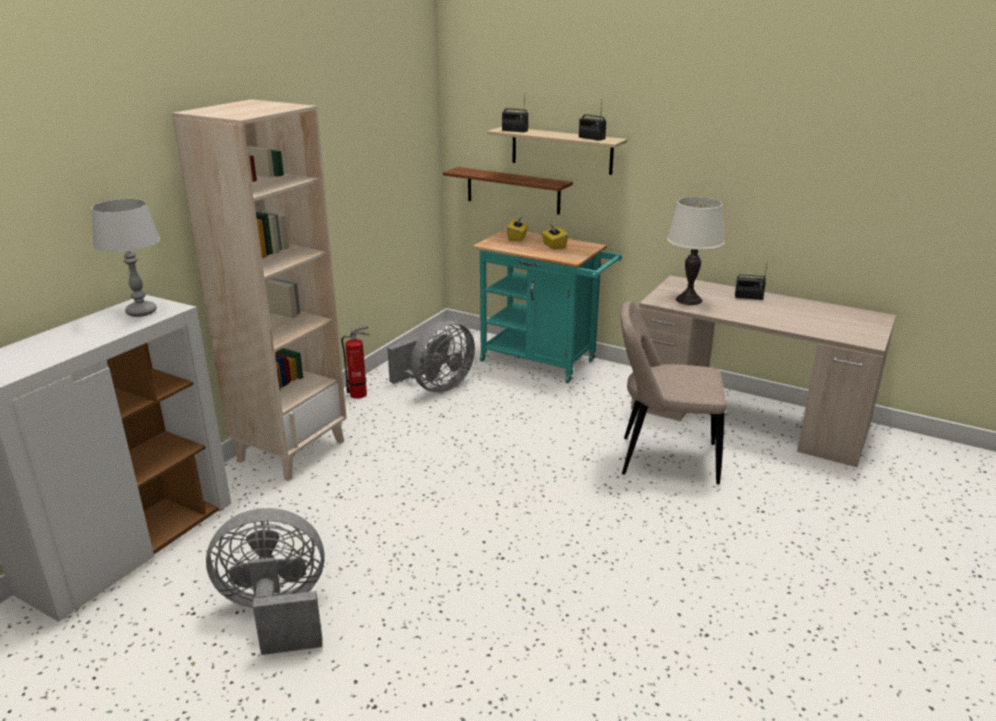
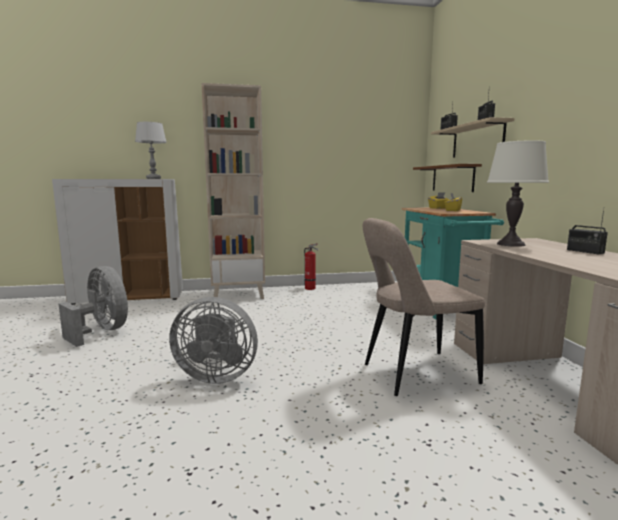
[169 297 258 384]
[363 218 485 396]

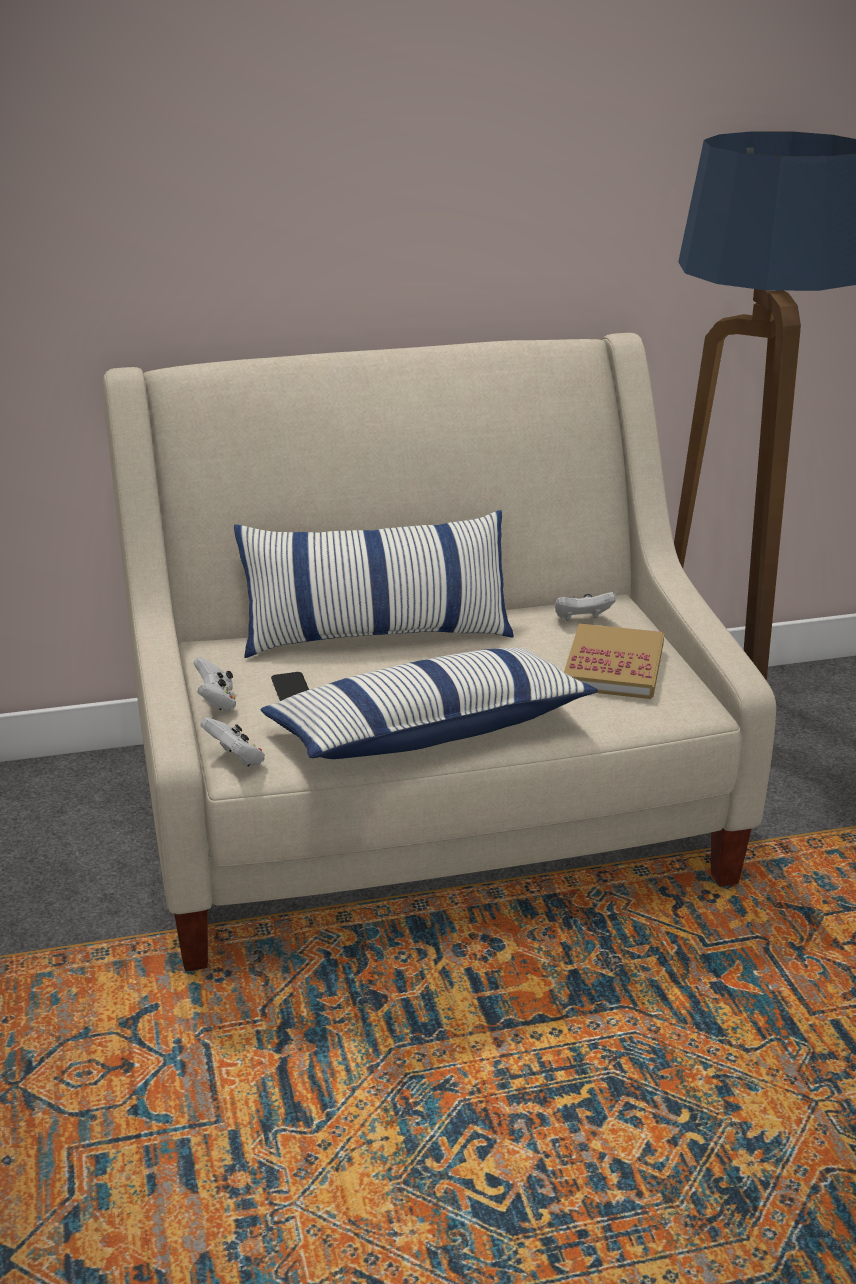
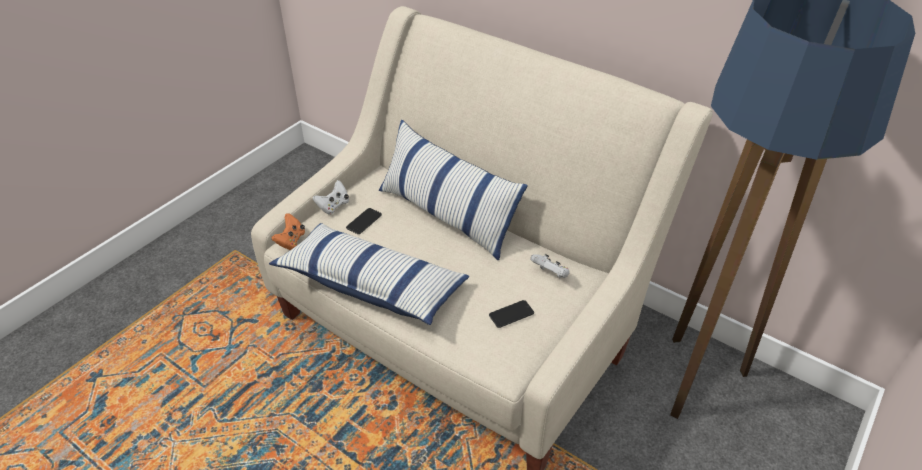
[271 213 305 250]
[489 300 534 328]

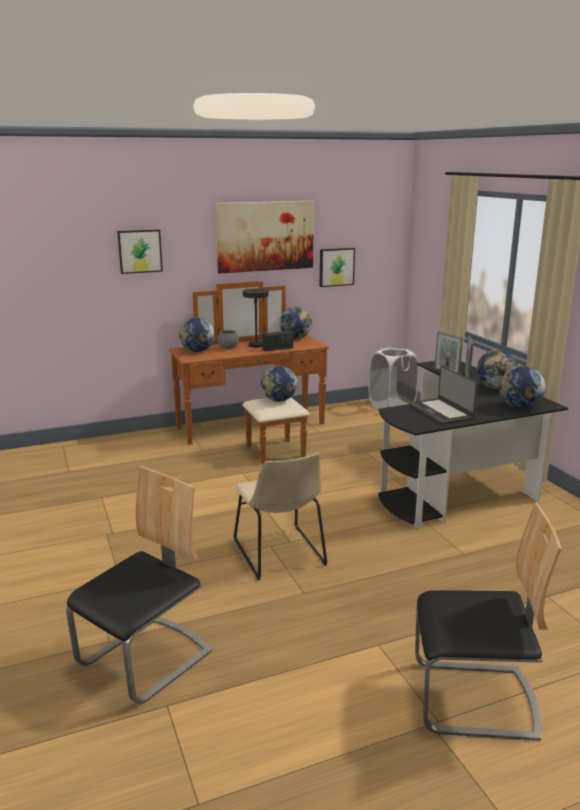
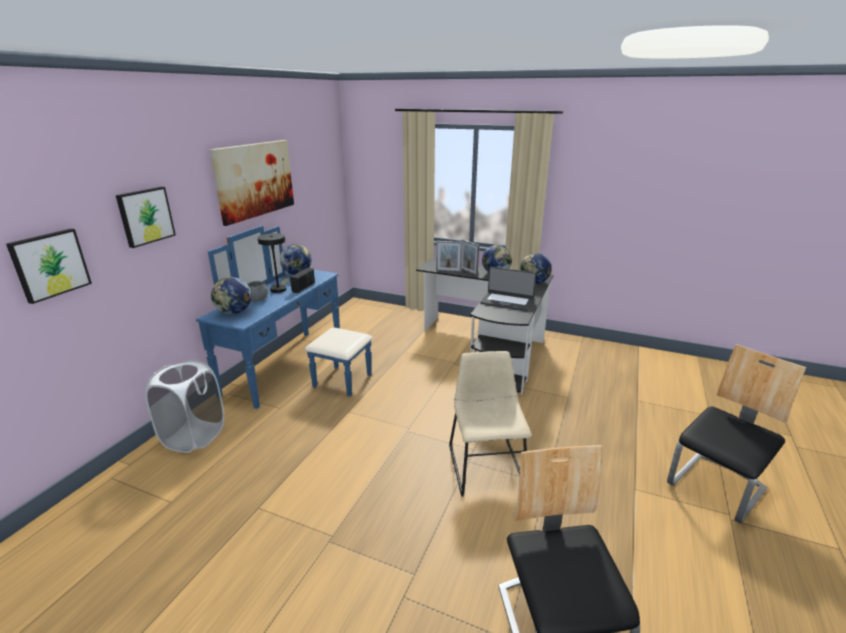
[196 225 373 409]
[449 351 532 497]
[261 366 297 402] (first image)
[6 229 92 304]
[145 360 224 453]

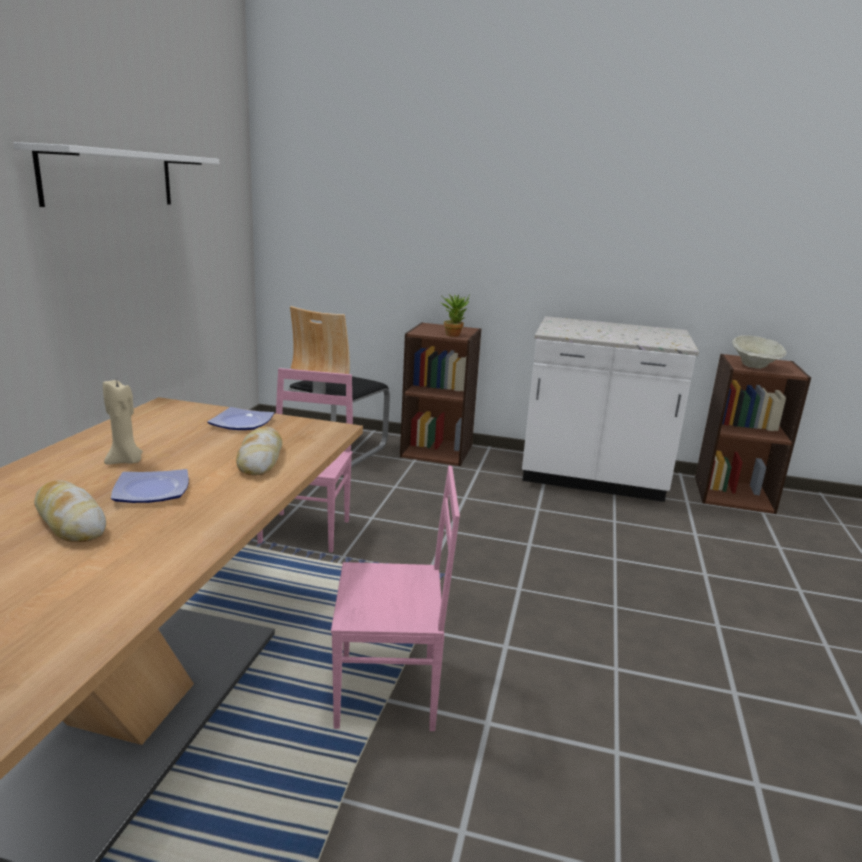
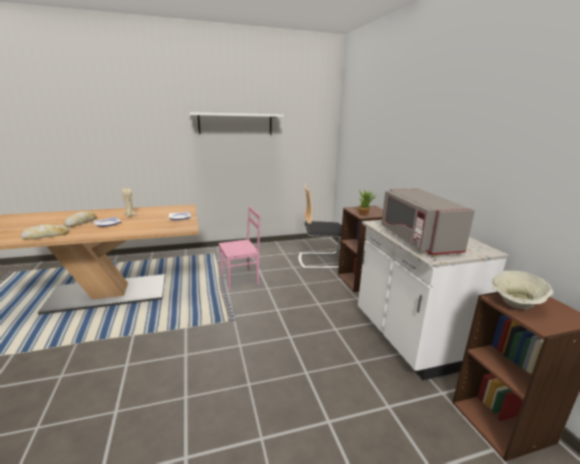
[21 224 69 240]
[331 466 460 731] (first image)
[381 188 475 255]

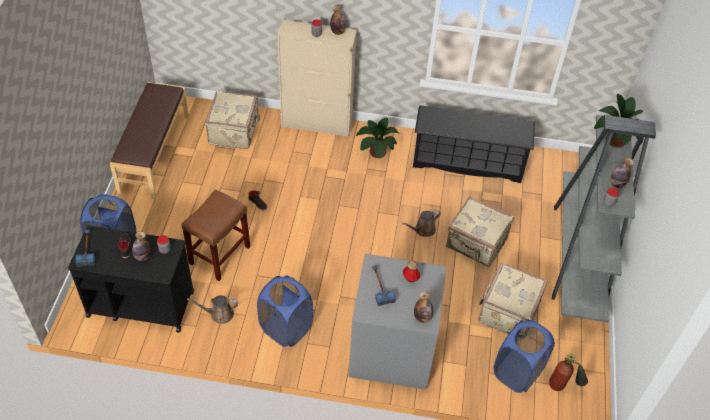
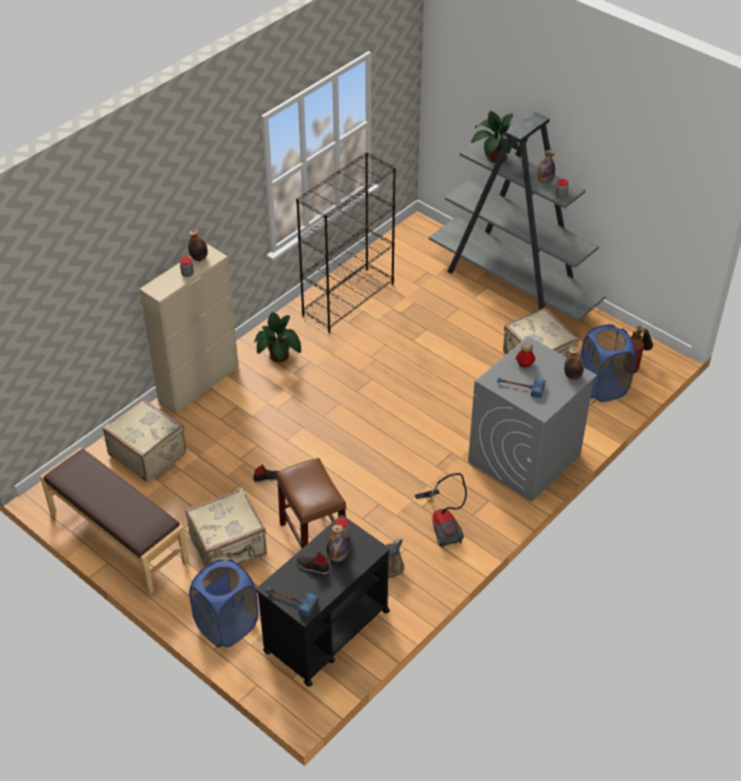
[414 473 467 548]
[402 210 441 237] (first image)
[296 152 396 333]
[185 488 267 567]

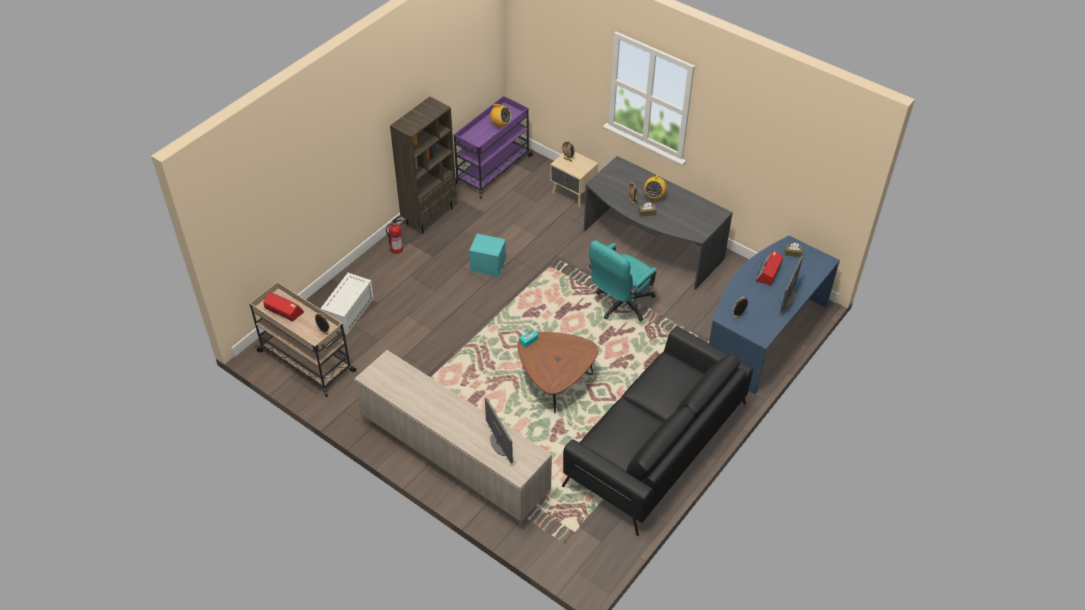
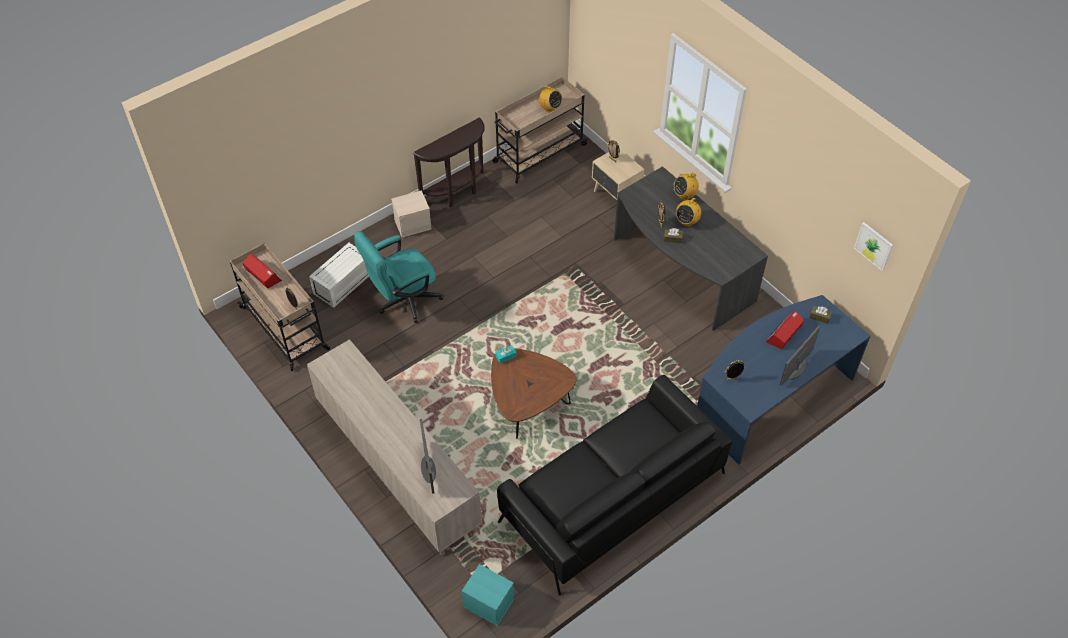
[391 190 432 238]
[413 117 485 207]
[492 76 588 183]
[462 564 514 626]
[354 231 444 323]
[673 170 699 200]
[854 222 893 271]

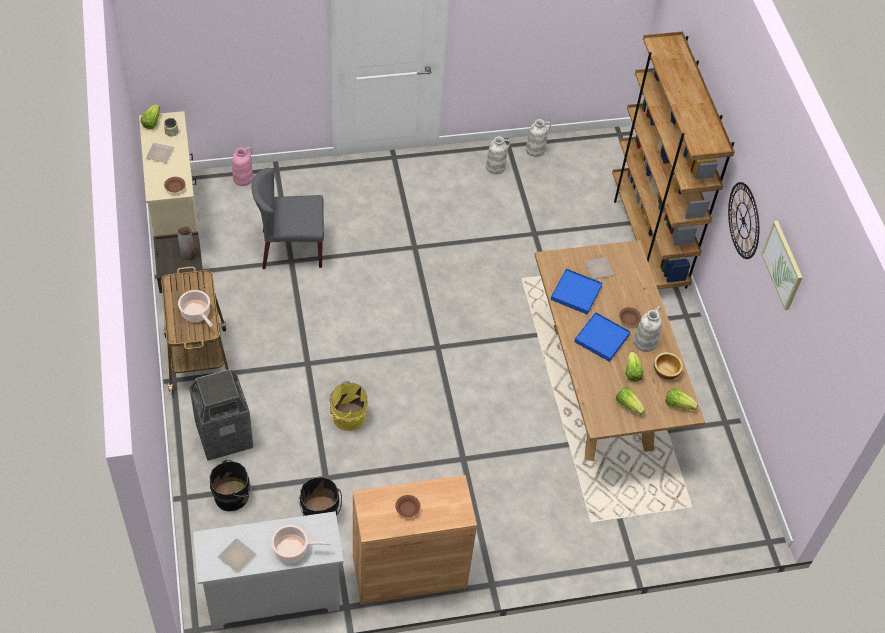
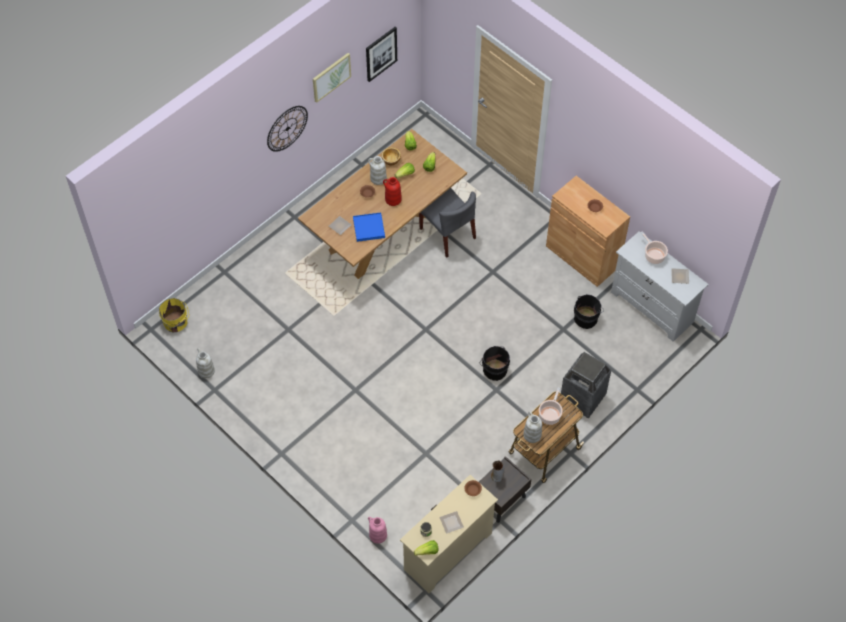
[480 346 510 381]
[419 188 476 257]
[159 298 189 333]
[523 411 542 443]
[383 177 402 206]
[612 31 735 289] (first image)
[366 27 397 82]

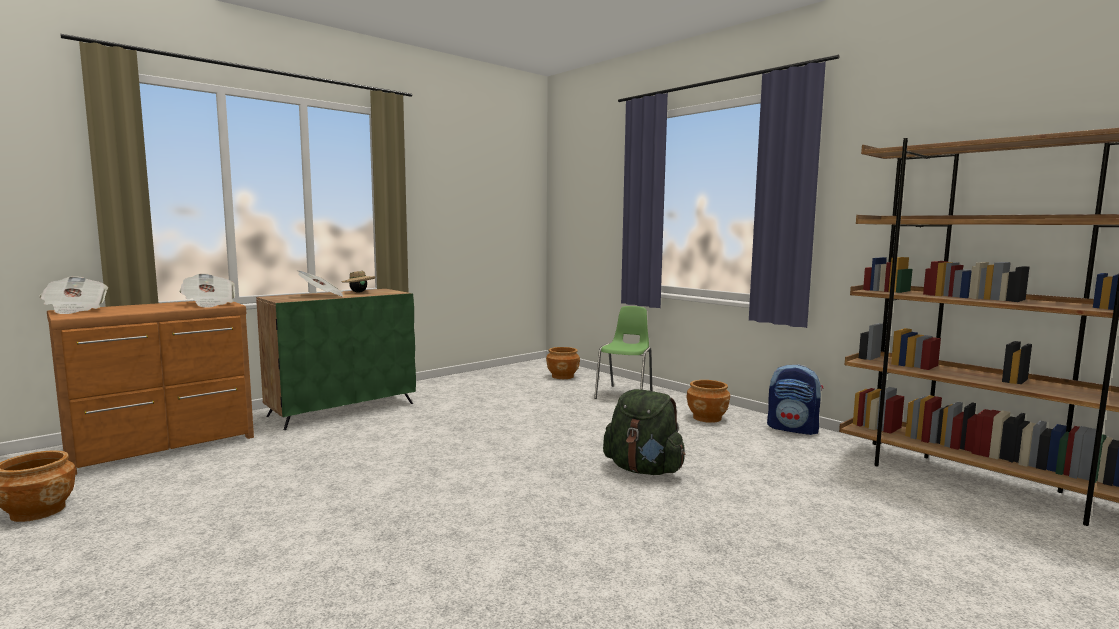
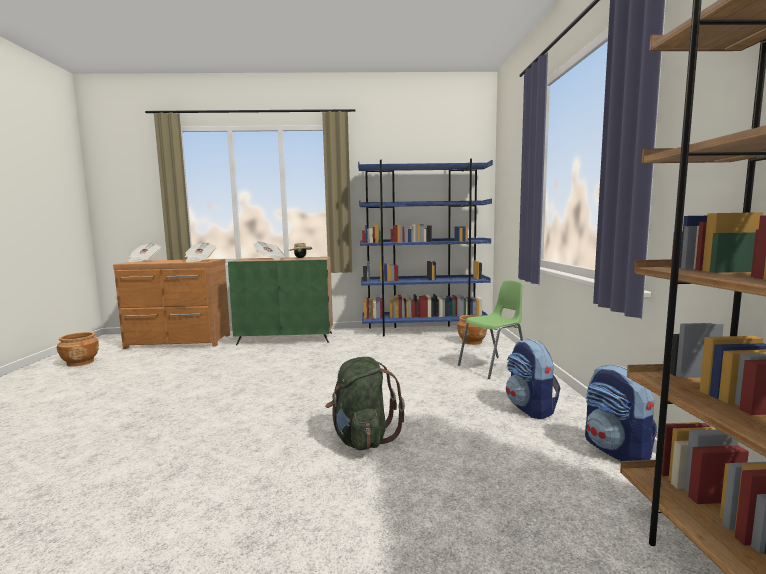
[506 339 560 419]
[358 159 493 336]

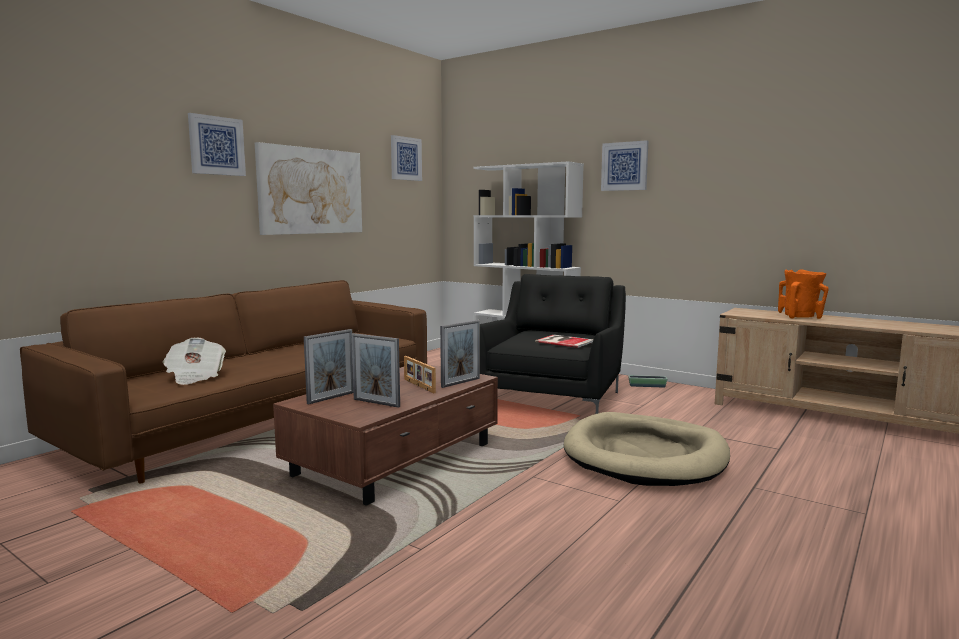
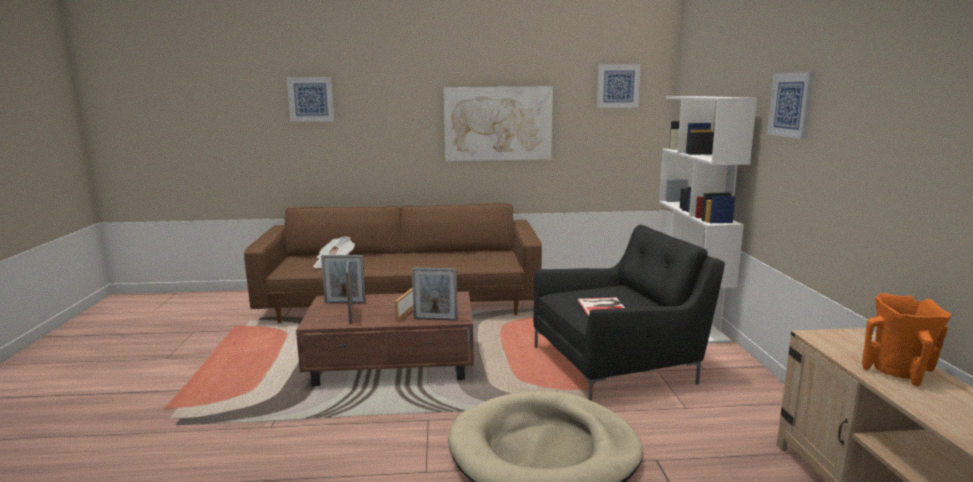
[287 77 334 122]
[628 375 667 387] (first image)

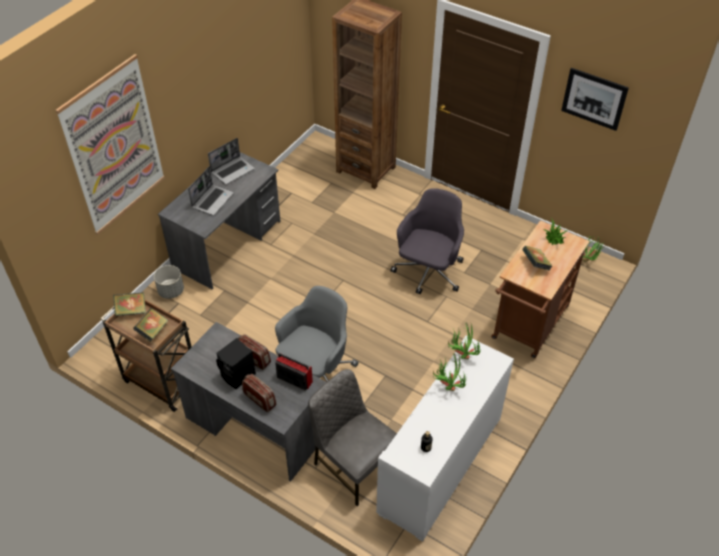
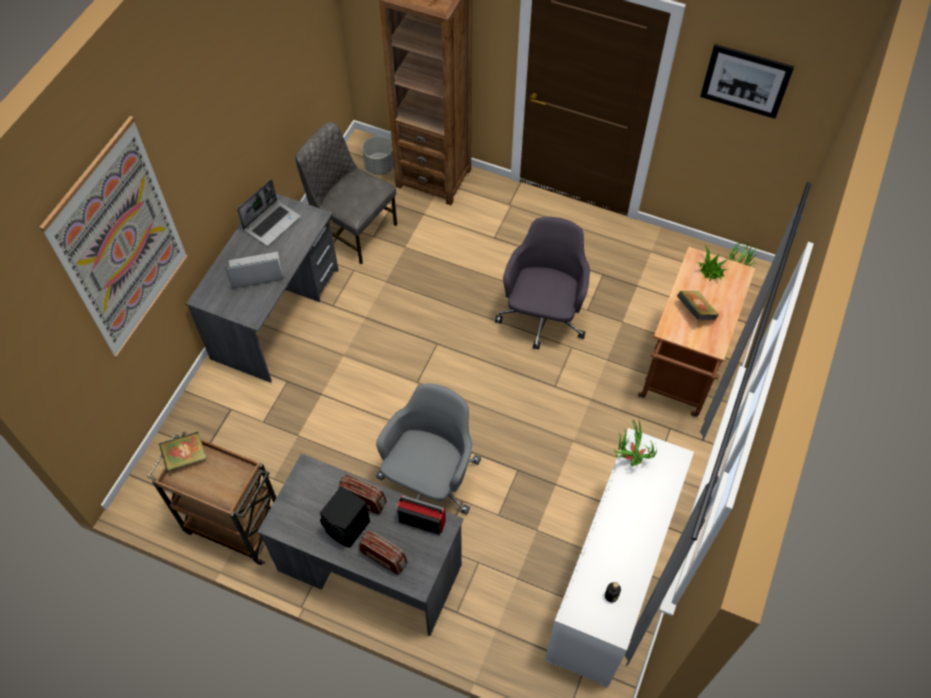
[133 308 168 342] (first image)
[362 136 394 175]
[226 252 283 288]
[295 122 397 265]
[433 353 467 391] (first image)

